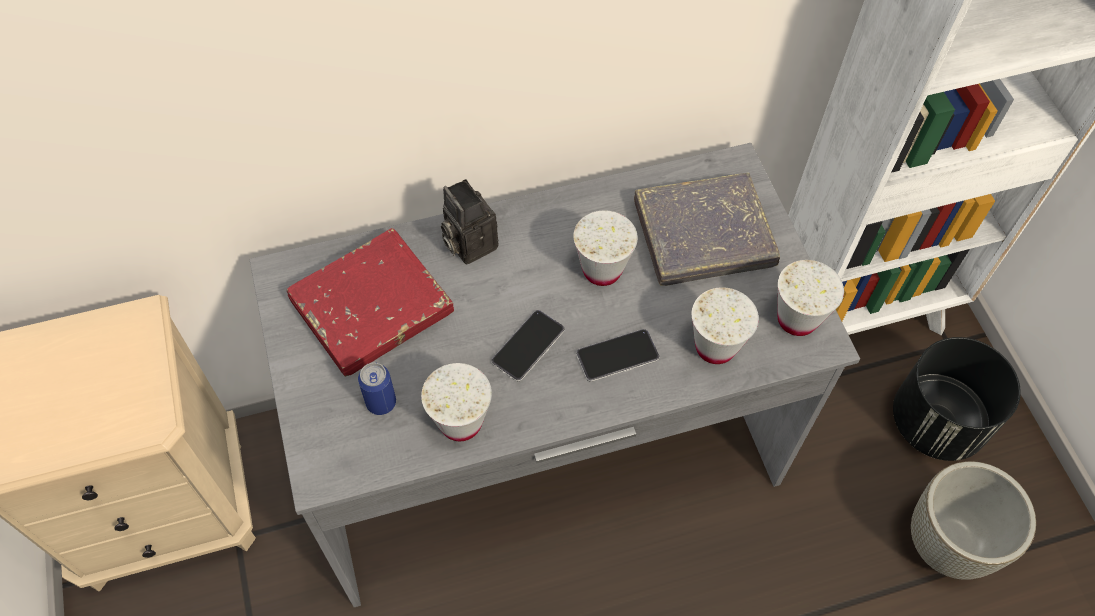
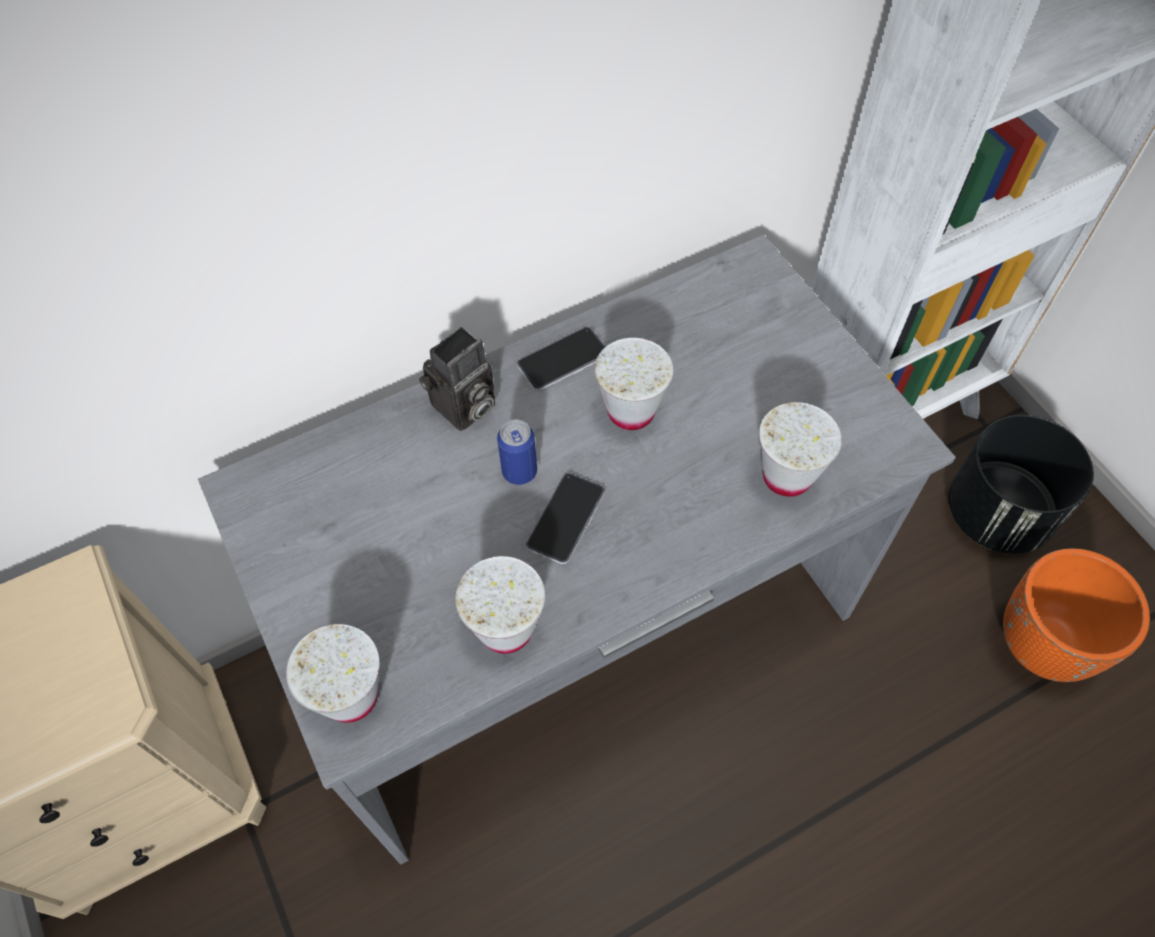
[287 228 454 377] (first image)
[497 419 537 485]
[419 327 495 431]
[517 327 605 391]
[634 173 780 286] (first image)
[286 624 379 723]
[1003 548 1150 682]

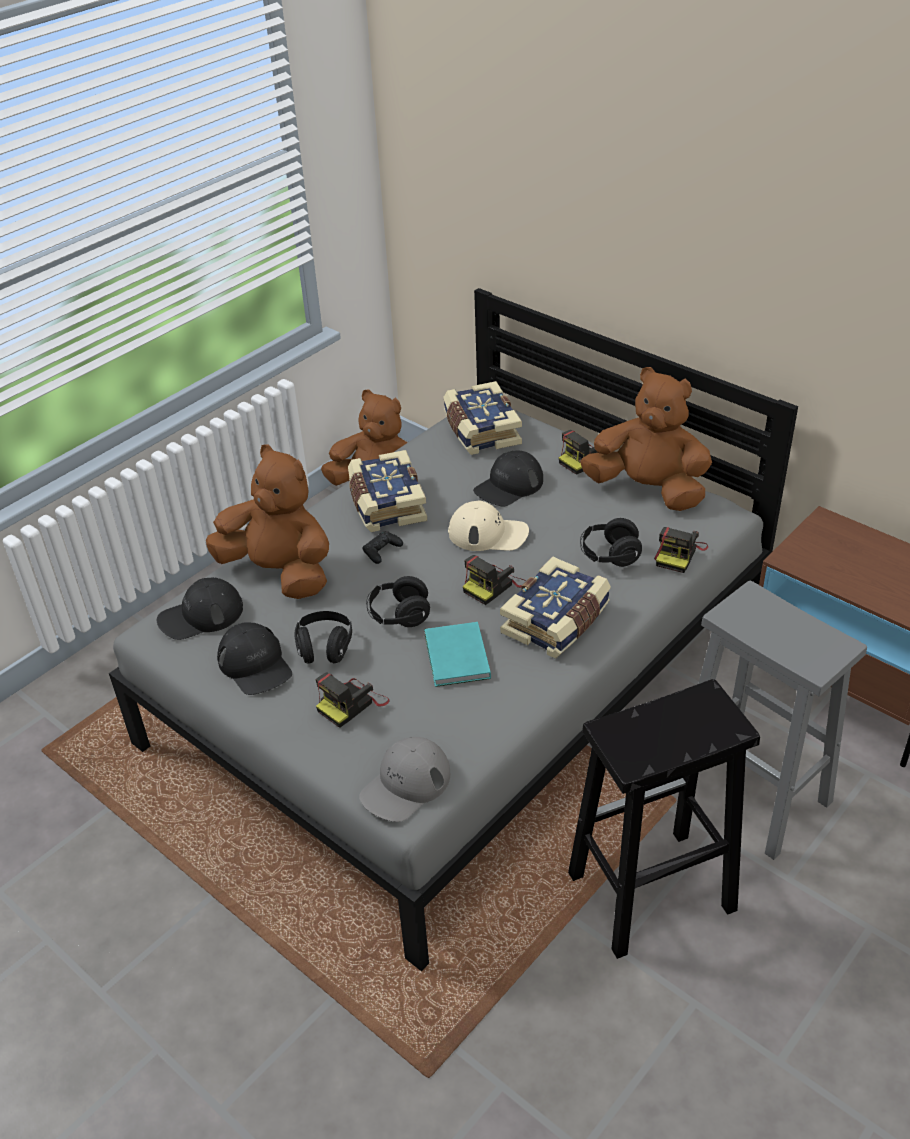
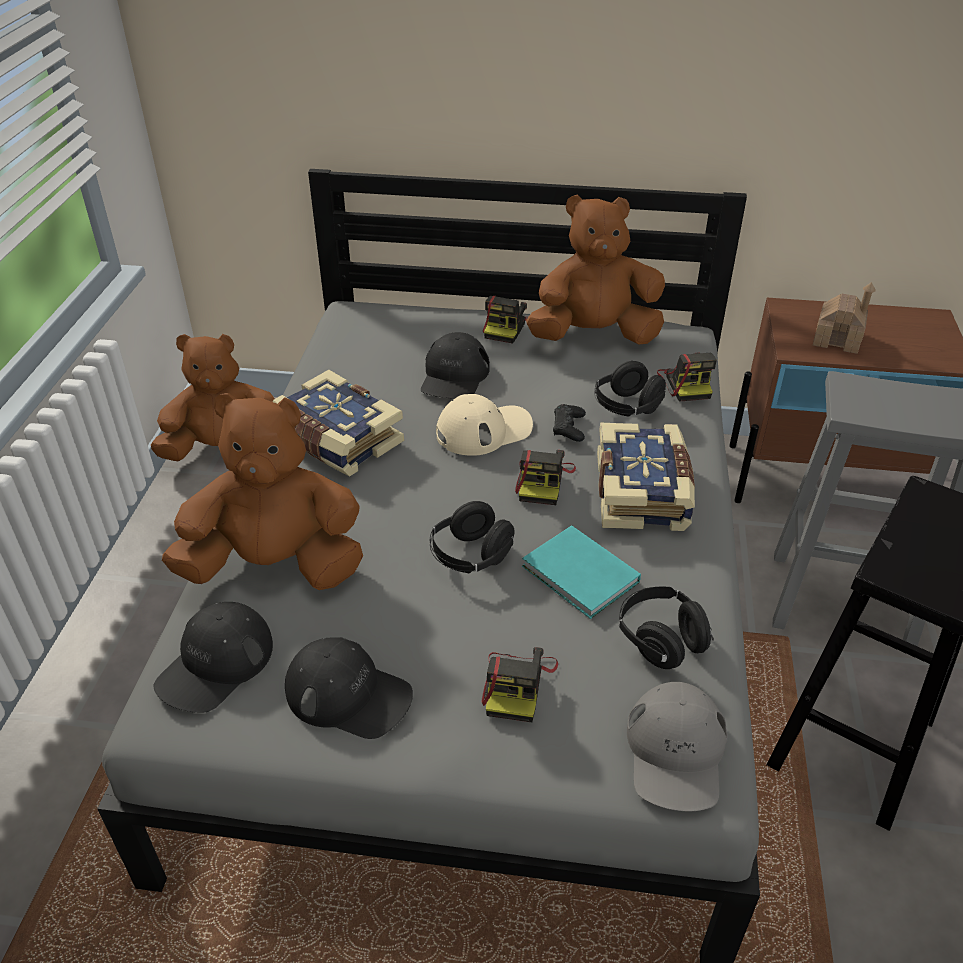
[619 586 714 669]
[553 404 586 442]
[443 381 522 455] (first image)
[813 282 876 354]

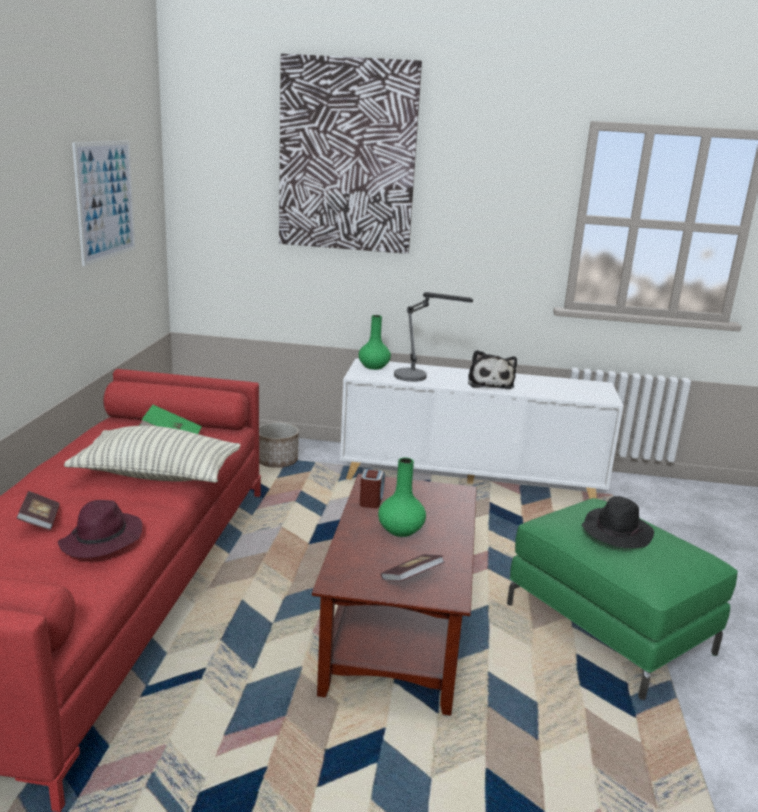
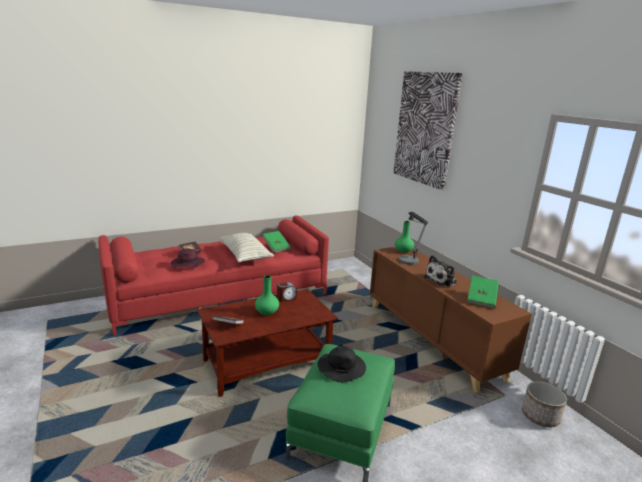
[72 141 136 266] (first image)
[522 381 567 427]
[370 247 532 393]
[467 276 499 308]

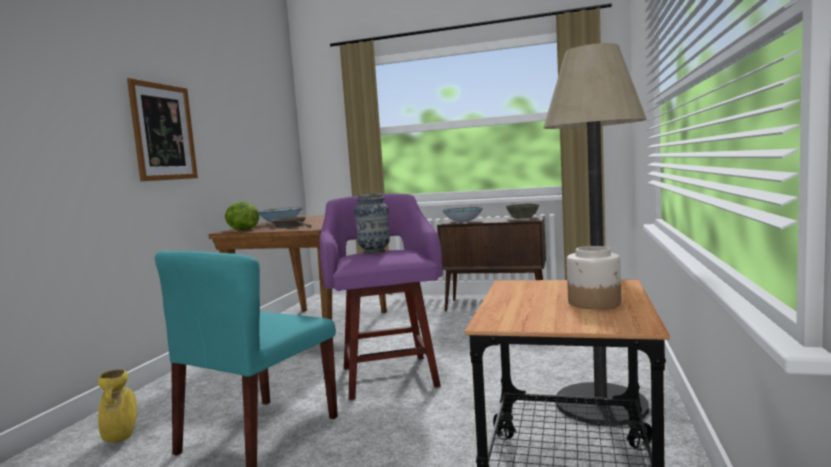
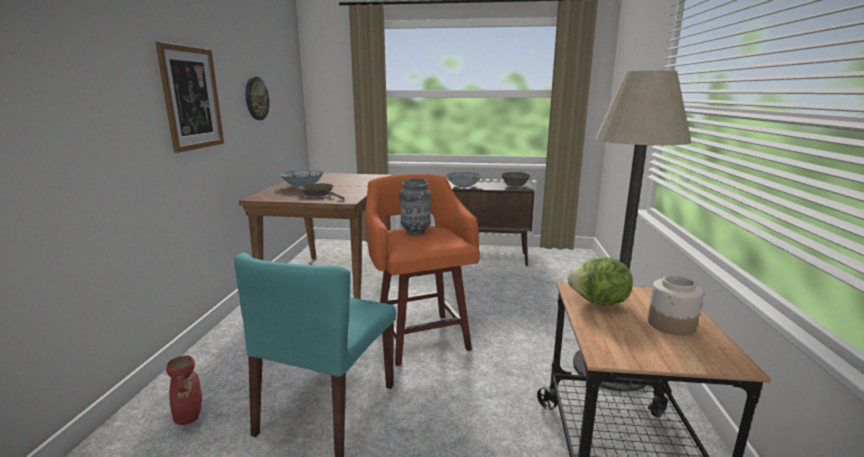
[166 355 202 425]
[567 257 633 306]
[365 174 480 366]
[246 77 269 120]

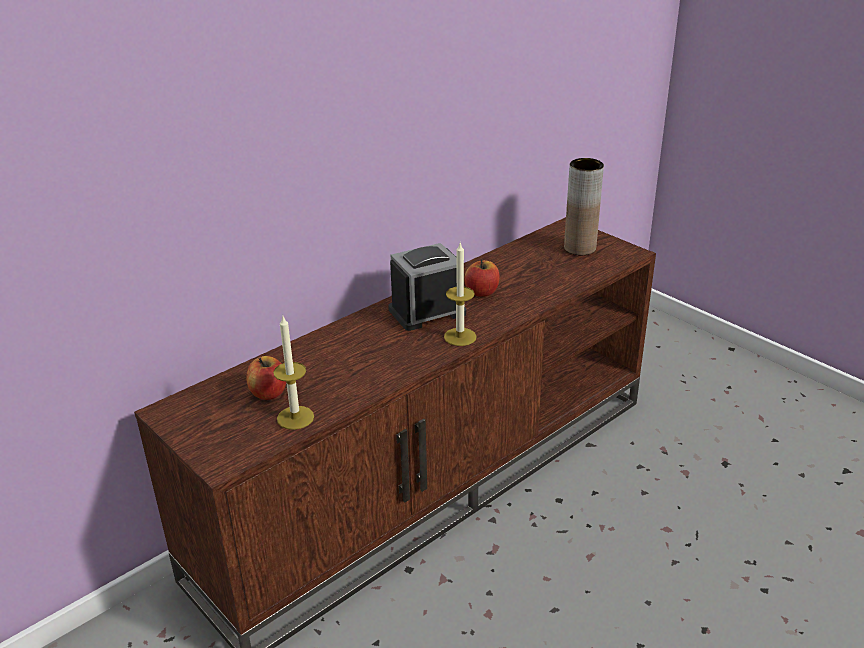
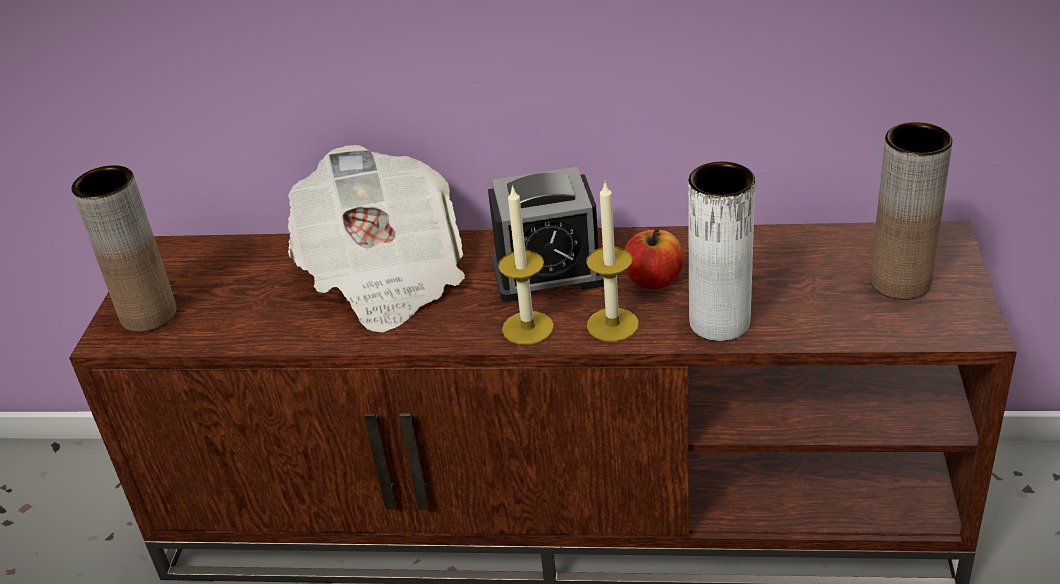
[246 356 286 400] (first image)
[586 183 639 342]
[488 167 604 302]
[71 165 177 332]
[288 145 465 333]
[688 162 755 341]

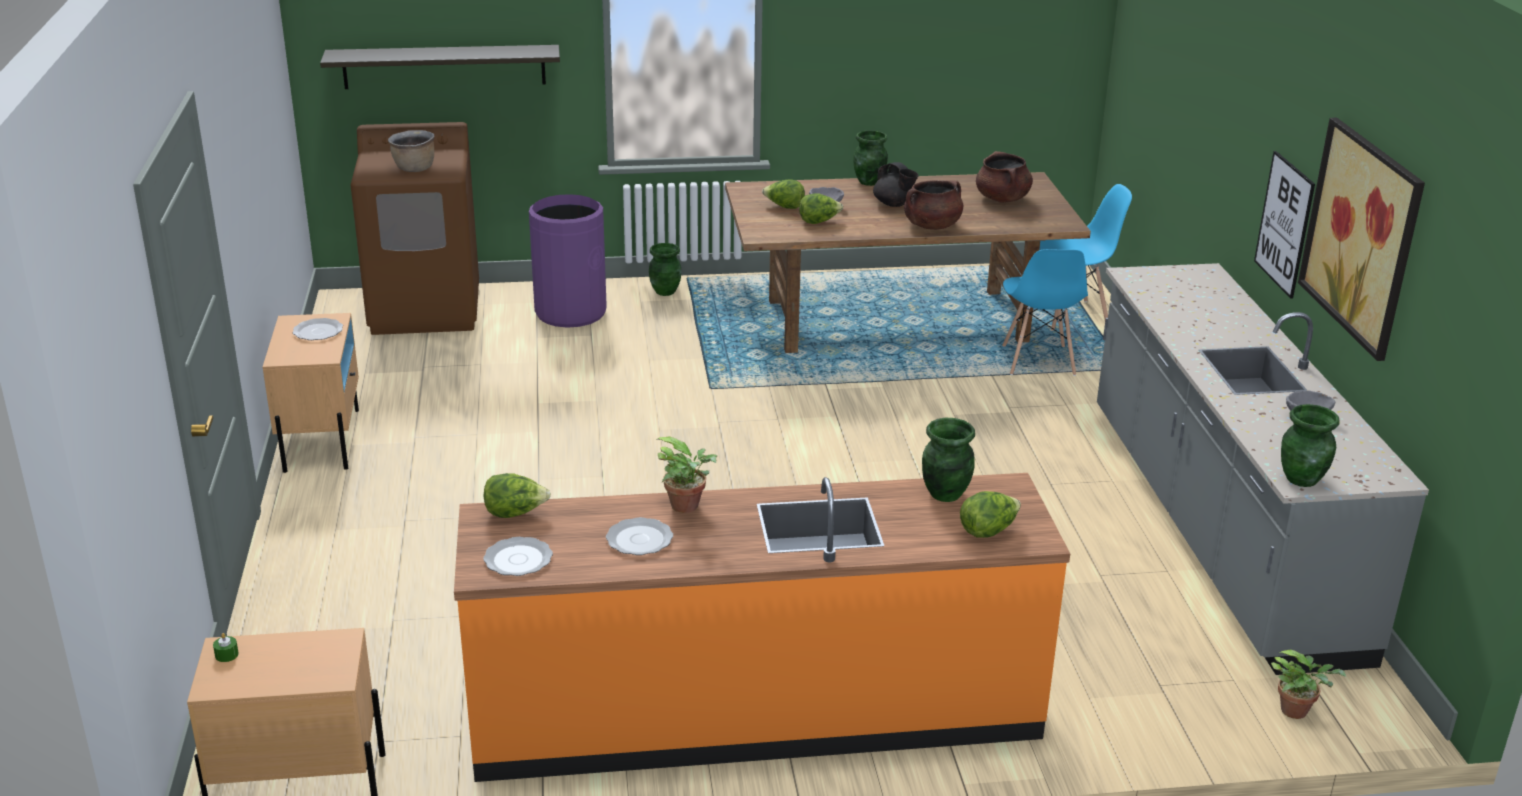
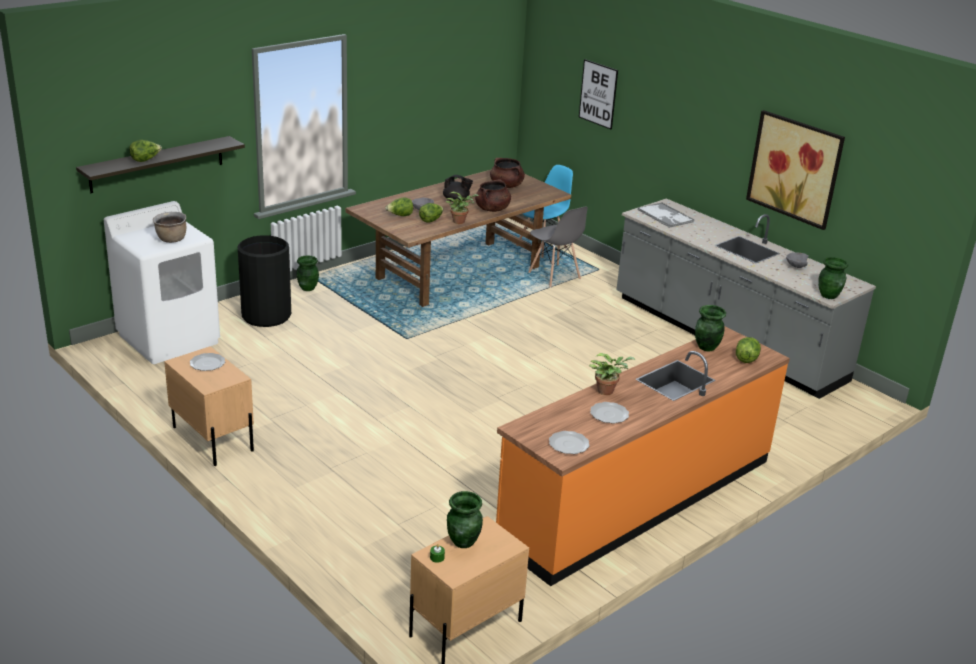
[104 201 220 364]
[130 140 162 162]
[238 235 291 327]
[447 491 483 548]
[528 206 588 288]
[579 59 618 129]
[446 192 479 224]
[638 202 694 228]

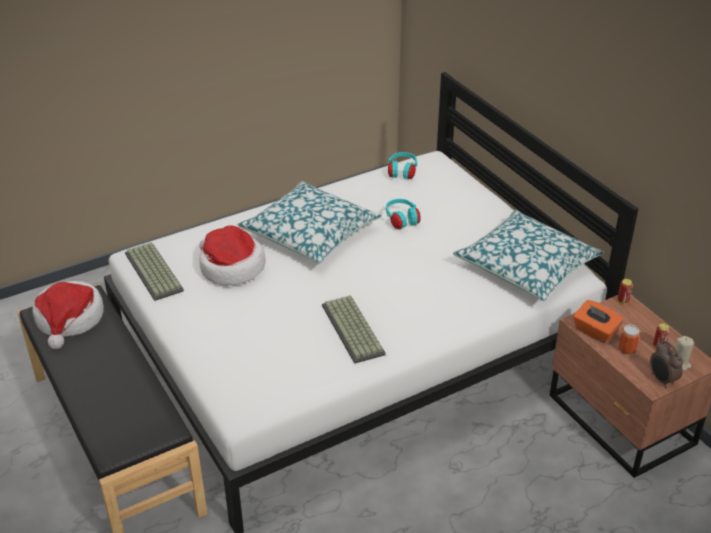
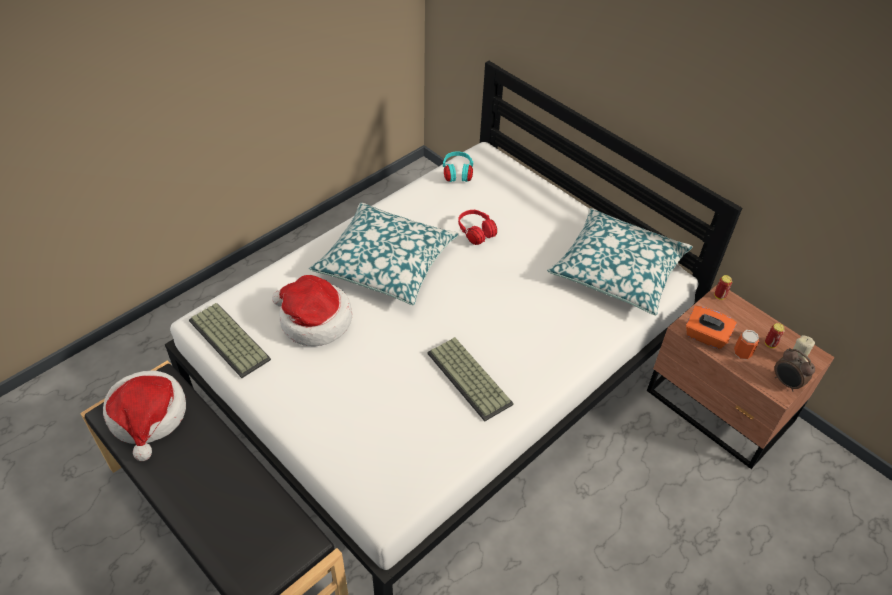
[458 210 497 245]

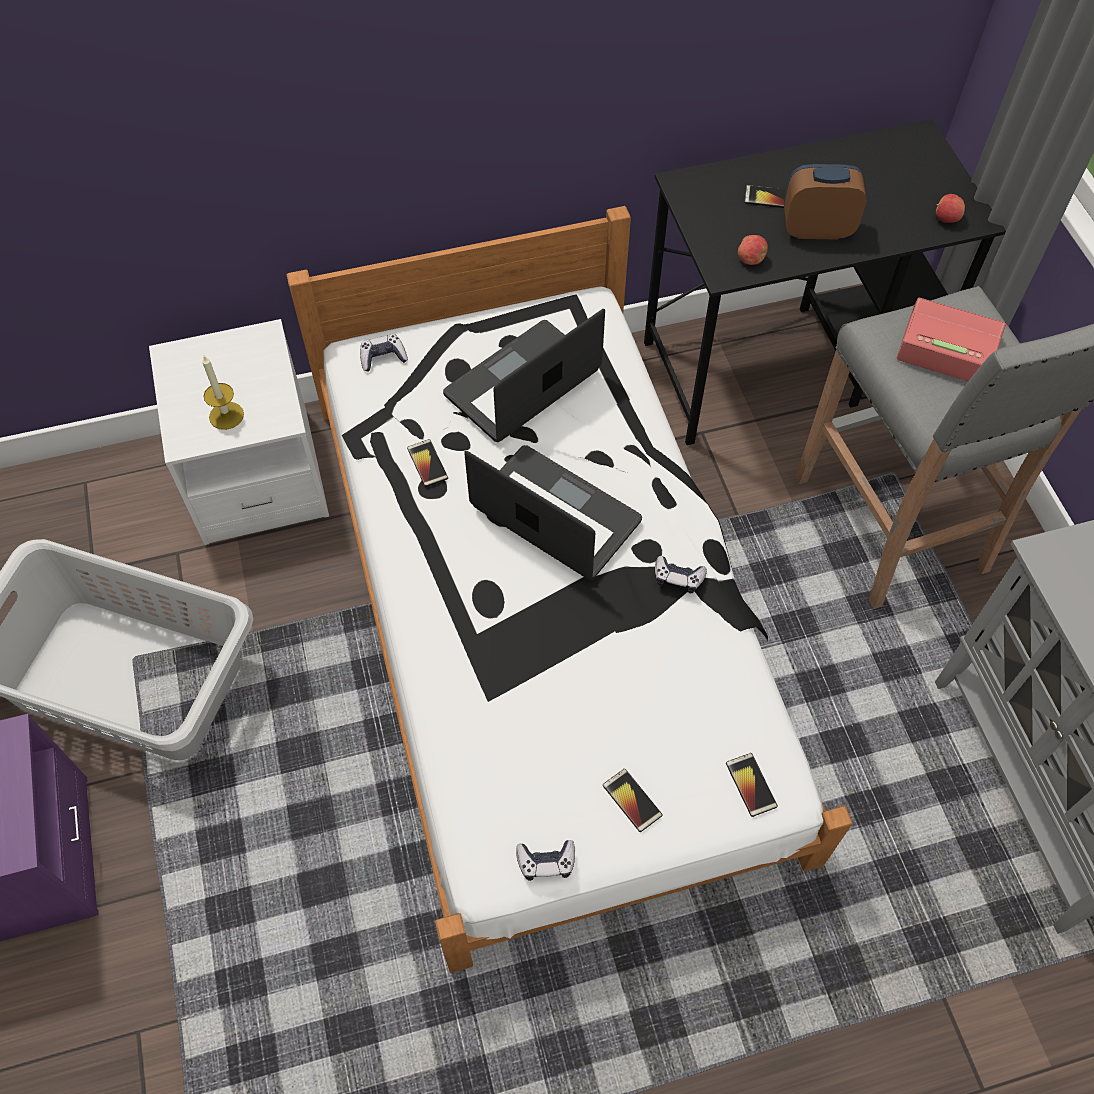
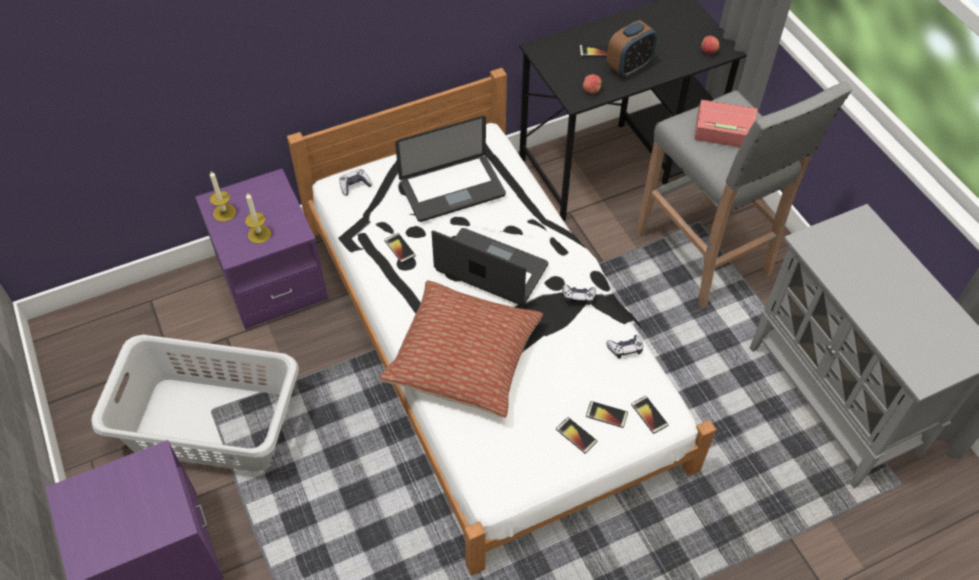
[195 169 328 330]
[395 116 506 222]
[606 335 643 359]
[606 20 657 77]
[210 171 236 222]
[379 281 543 418]
[586 401 628 428]

